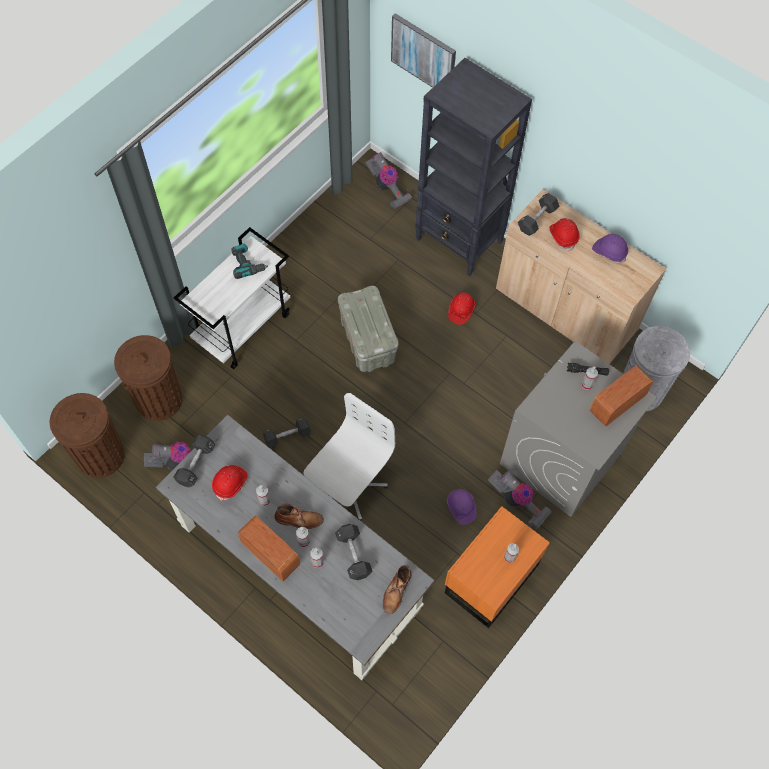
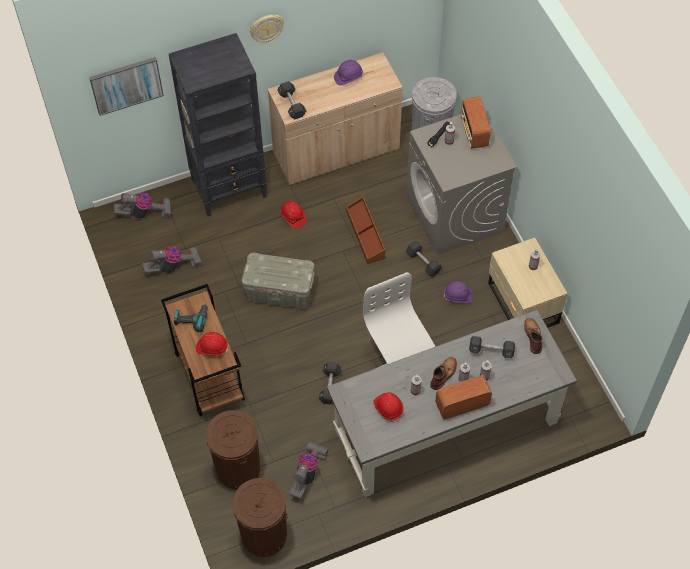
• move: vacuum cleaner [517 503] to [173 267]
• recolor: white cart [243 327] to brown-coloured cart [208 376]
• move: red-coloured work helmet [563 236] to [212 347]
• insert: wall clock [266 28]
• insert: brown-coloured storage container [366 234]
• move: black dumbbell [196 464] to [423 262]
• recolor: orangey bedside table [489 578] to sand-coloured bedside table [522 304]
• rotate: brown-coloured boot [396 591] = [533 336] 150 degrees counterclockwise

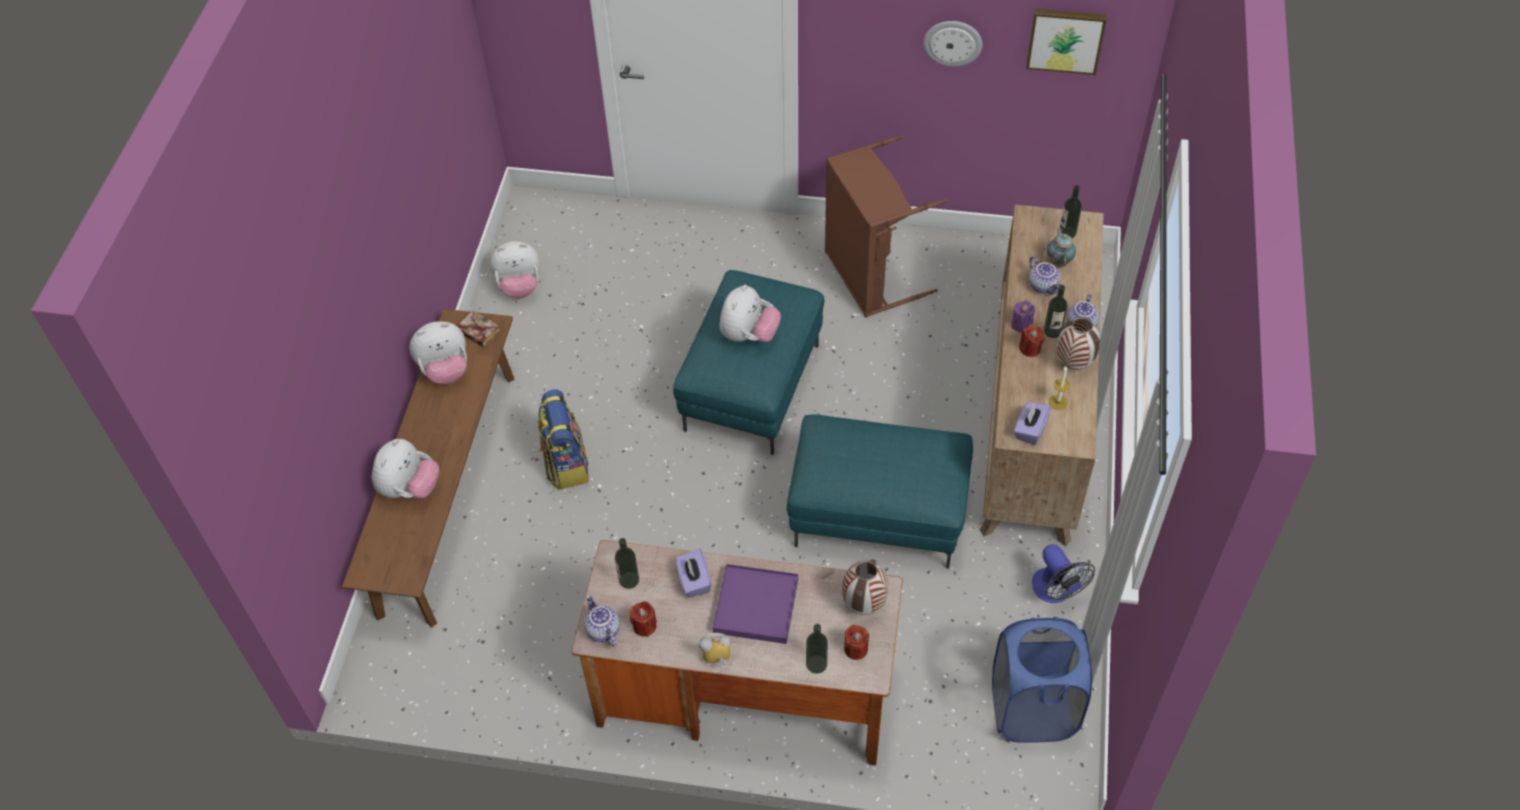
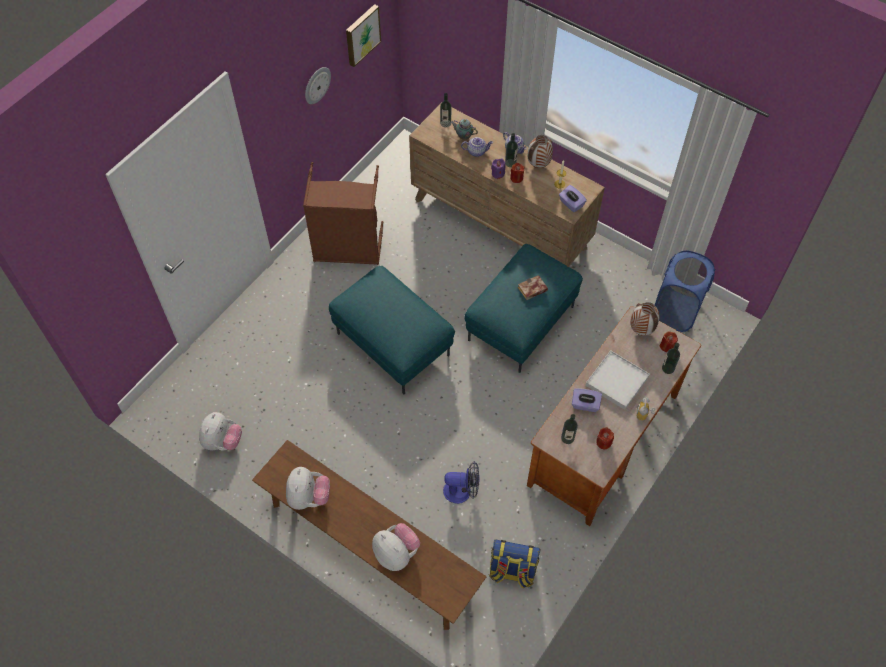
• move: electric fan [1056 591] to [462 491]
• move: knapsack [565 463] to [511 572]
• move: book [477 332] to [531 290]
• recolor: purple-coloured serving tray [755 606] to white serving tray [616 381]
• delete: pot for tea [602 630]
• delete: plush toy [749 335]

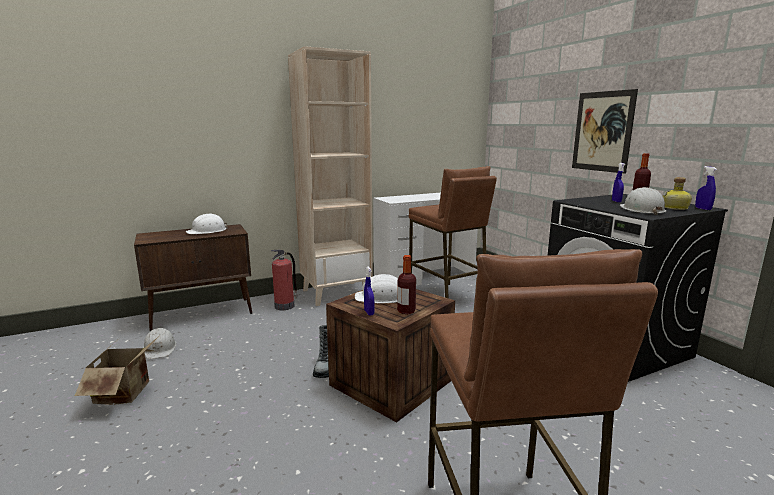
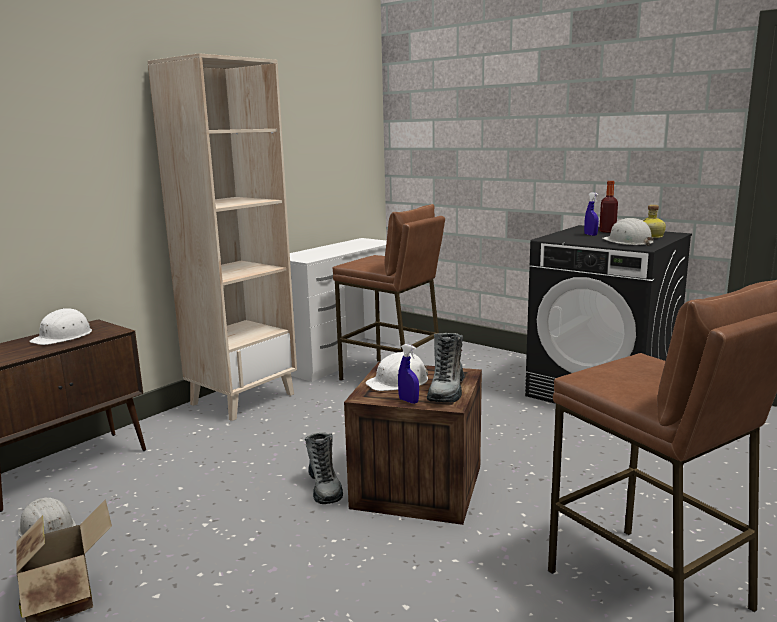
• replace: drink bottle [406 311] to boot [446 391]
• delete: extinguisher [285 306]
• delete: picture [602 131]
• delete: bluish hand sprayer [703 209]

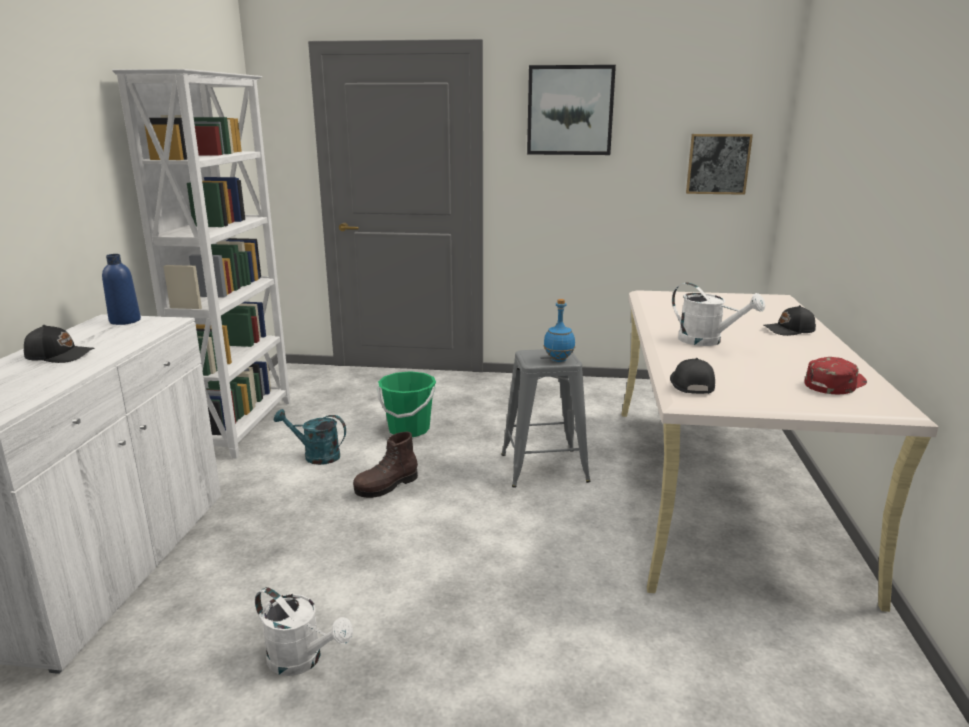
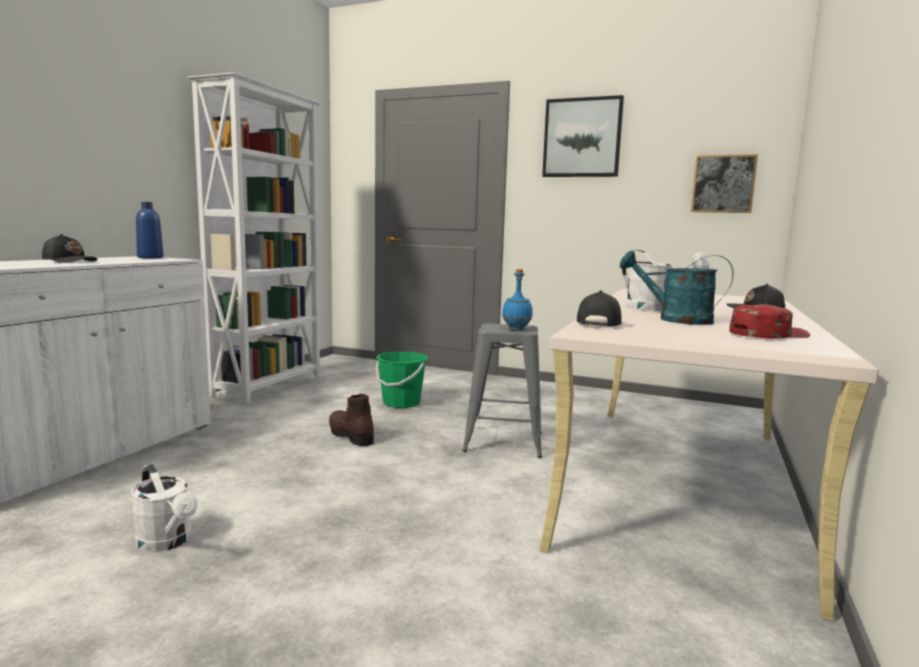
• rotate: brown-coloured boot [386 486] = [350 436] 75 degrees clockwise
• move: blue-green watering can [316 456] to [675 319]

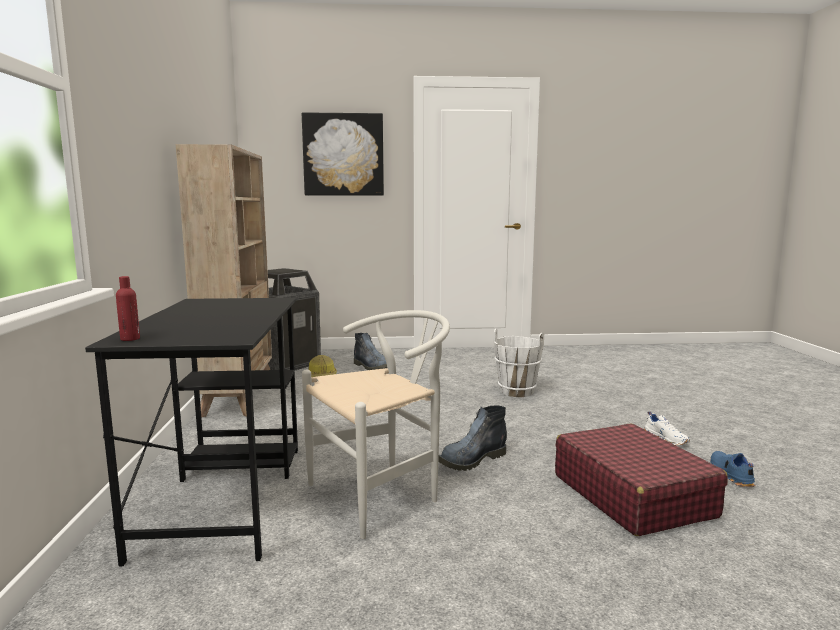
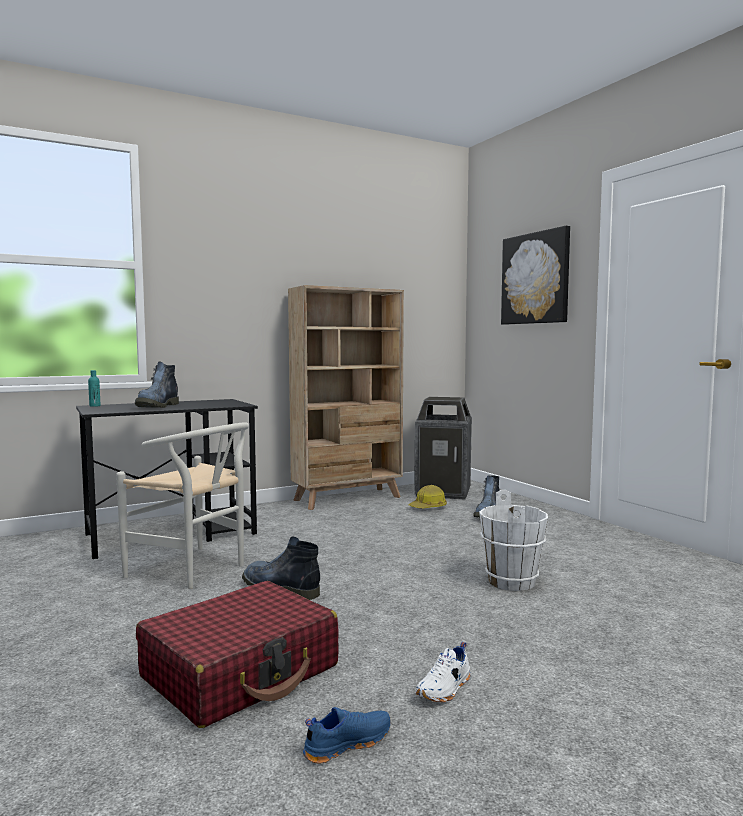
• recolor: red-coloured drink bottle [130 339] to blue-green drink bottle [95 406]
• insert: boot [157 406]

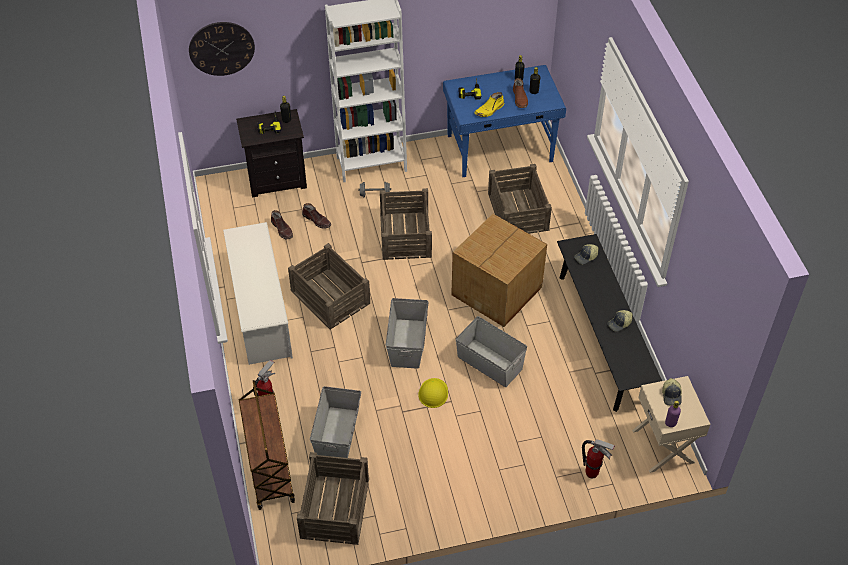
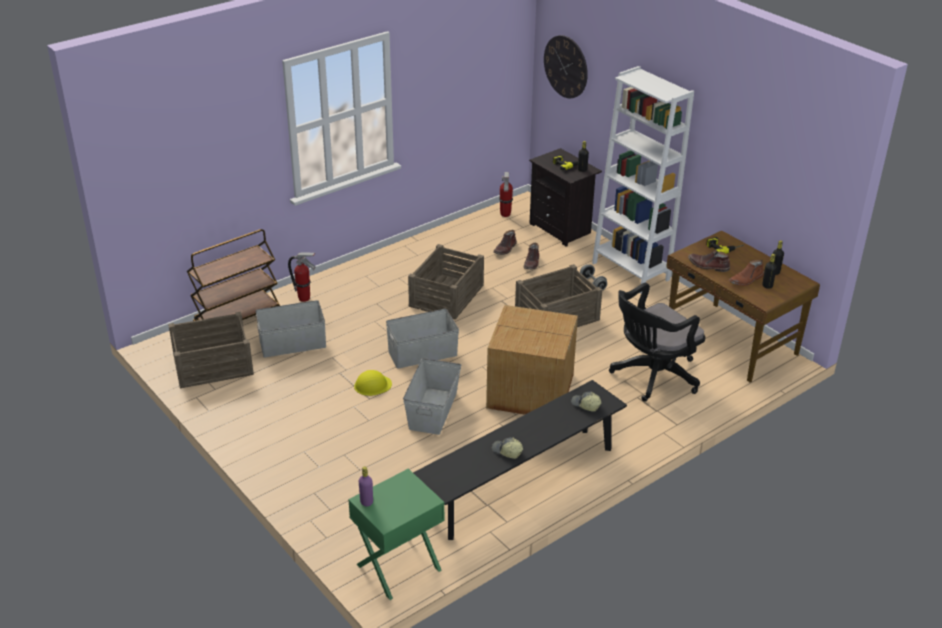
• recolor: sand-coloured bedside table [664 446] to green-coloured bedside table [399 568]
• move: extinguisher [592 473] to [505 214]
• replace: crate [517 212] to black office chair [652 377]
• recolor: bluish desk unit [500 149] to brown-coloured desk unit [731 342]
• recolor: yellowish boot [489 110] to brown-coloured boot [708 266]
• delete: white shoe rack [260 312]
• delete: cap [672 395]

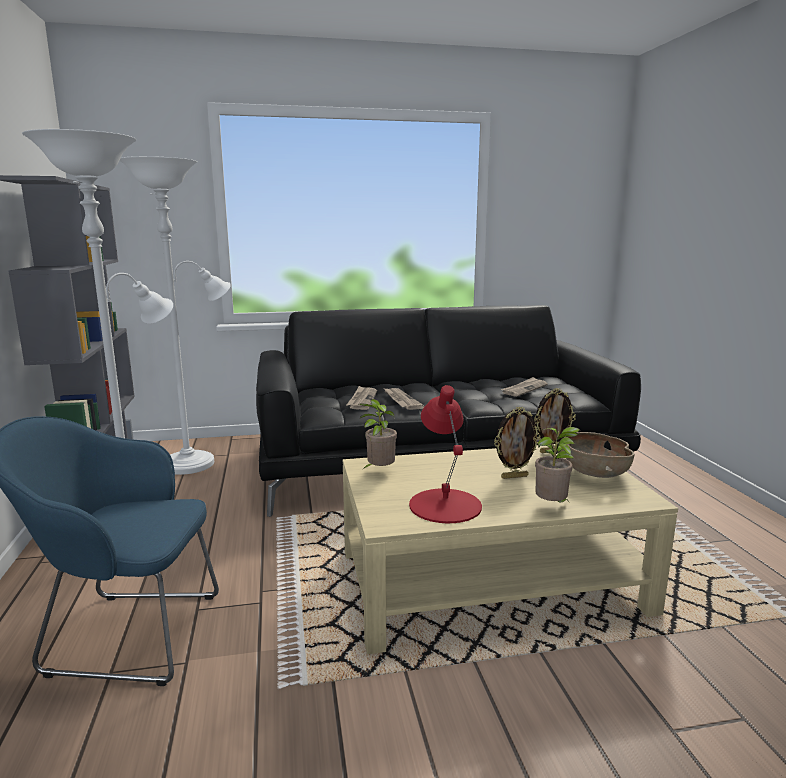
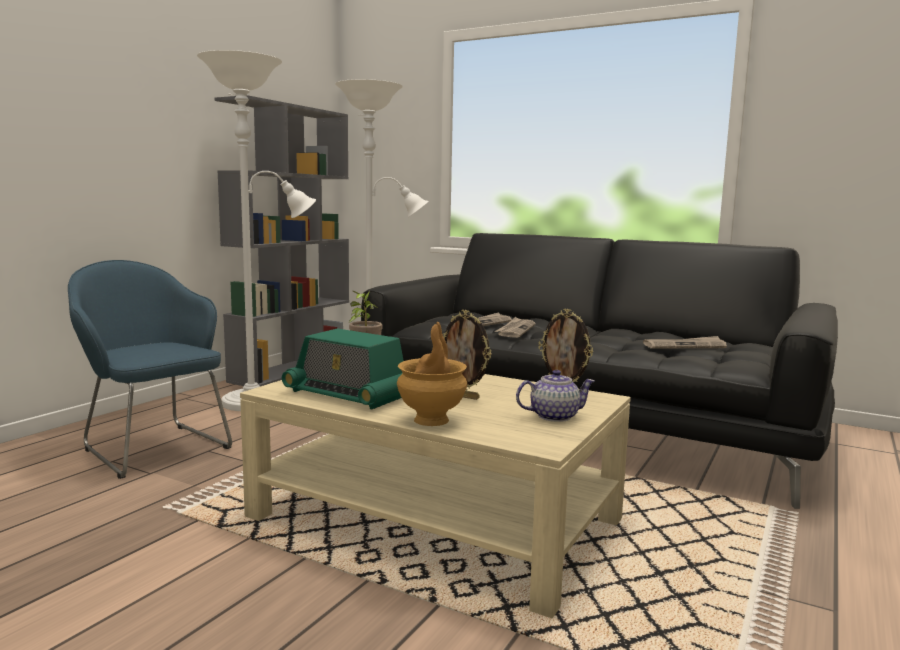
• replace: red-coloured lamp for a table [445 505] to radio set [348 394]
• replace: potted plant [552 506] to brown-coloured decorative vase [431 420]
• replace: brown-coloured serving bowl [594 474] to pot for tea [553 416]

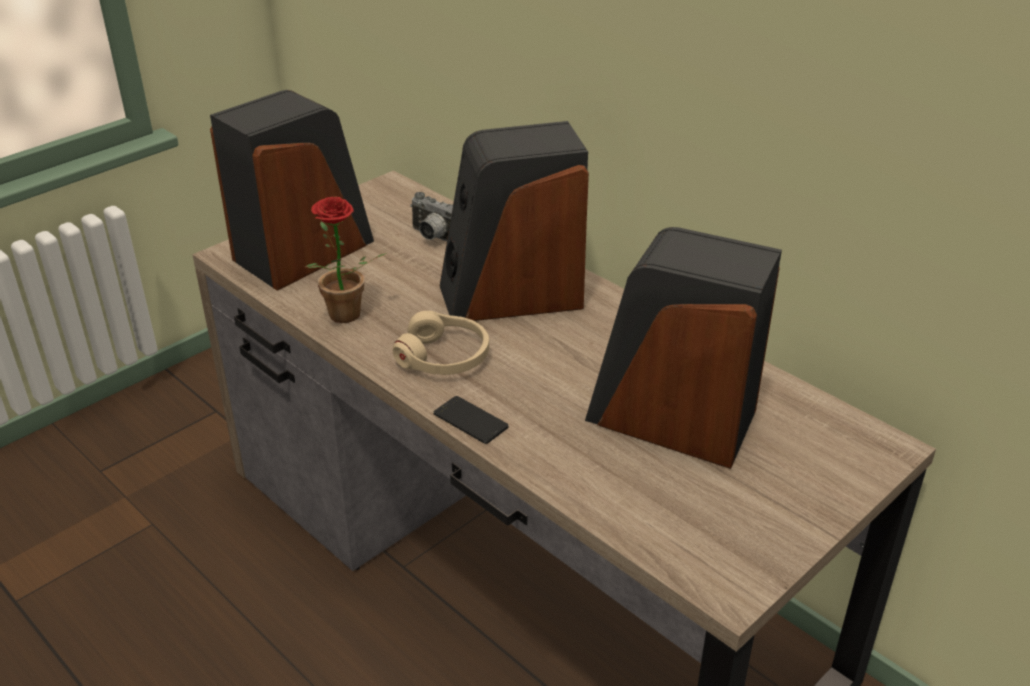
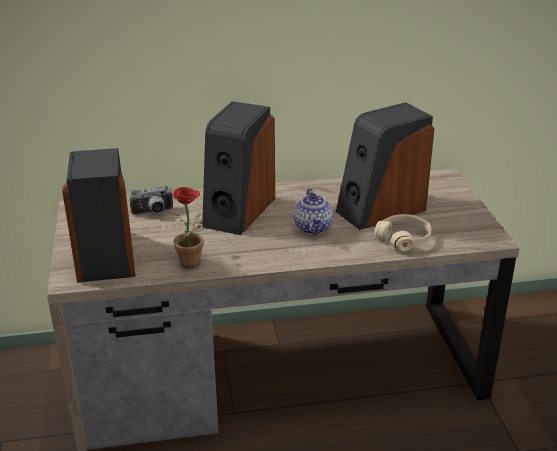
• insert: pot for tea [314 228]
• move: sand-coloured headset [444 357] to [404 238]
• delete: handset [470 420]

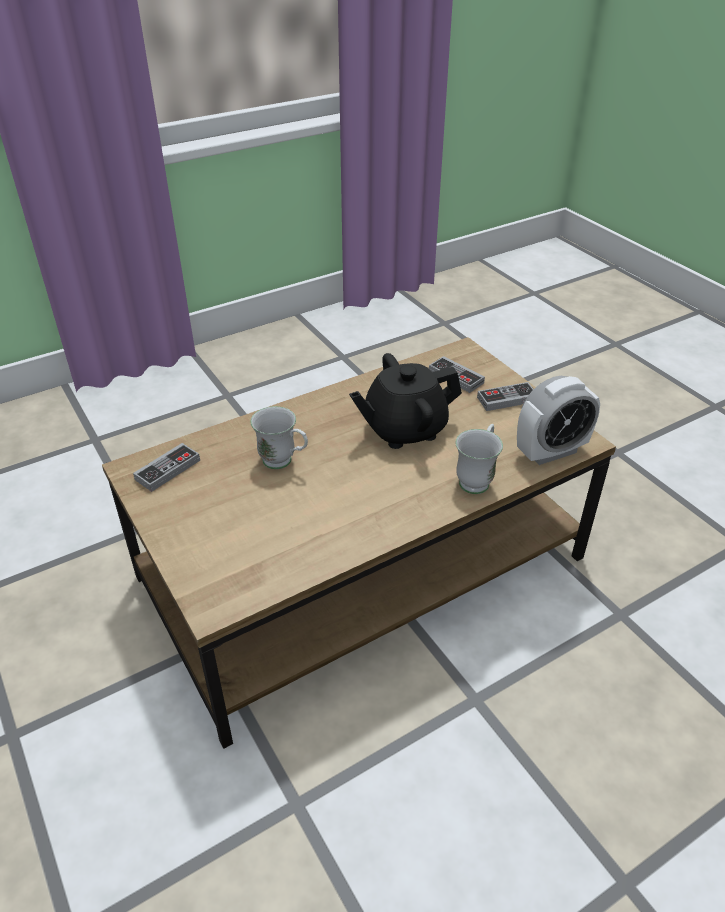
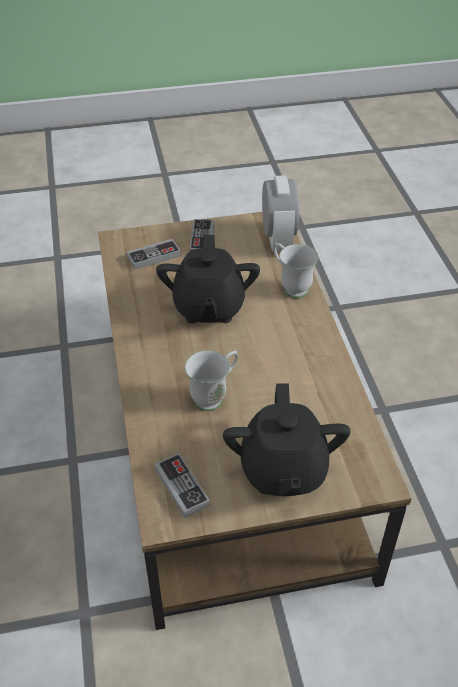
• insert: black pot for tea [283 470]

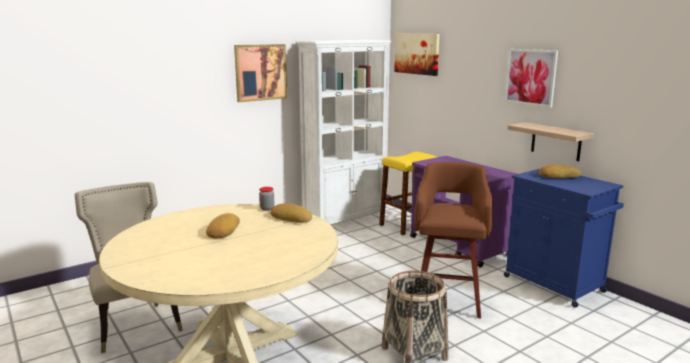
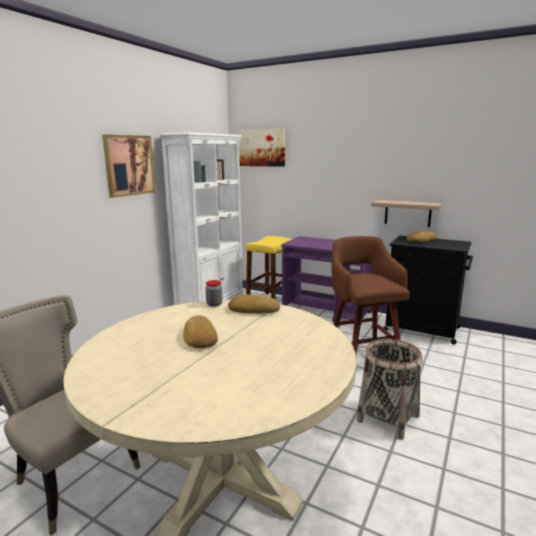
• recolor: bluish cabinet [555 285] to black cabinet [423 329]
• delete: picture [530 77]

